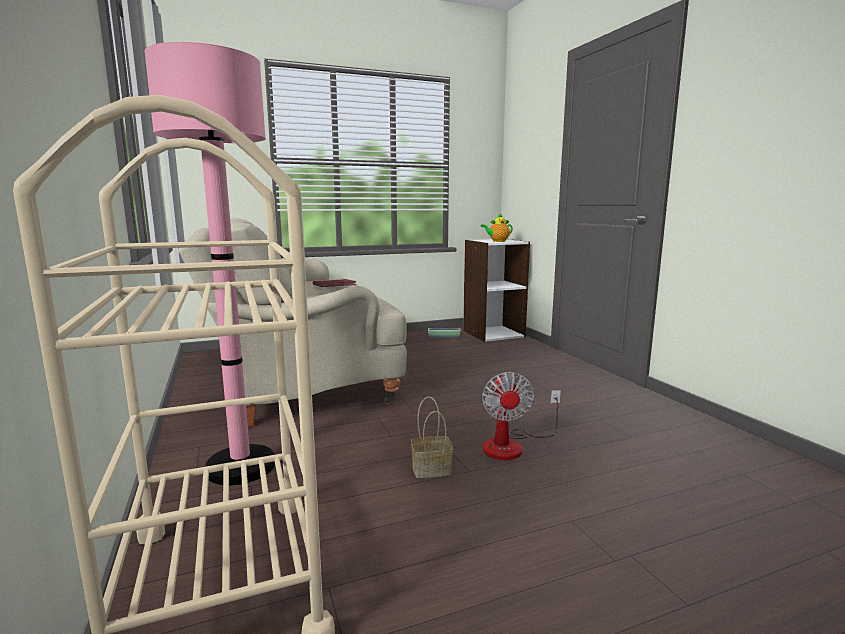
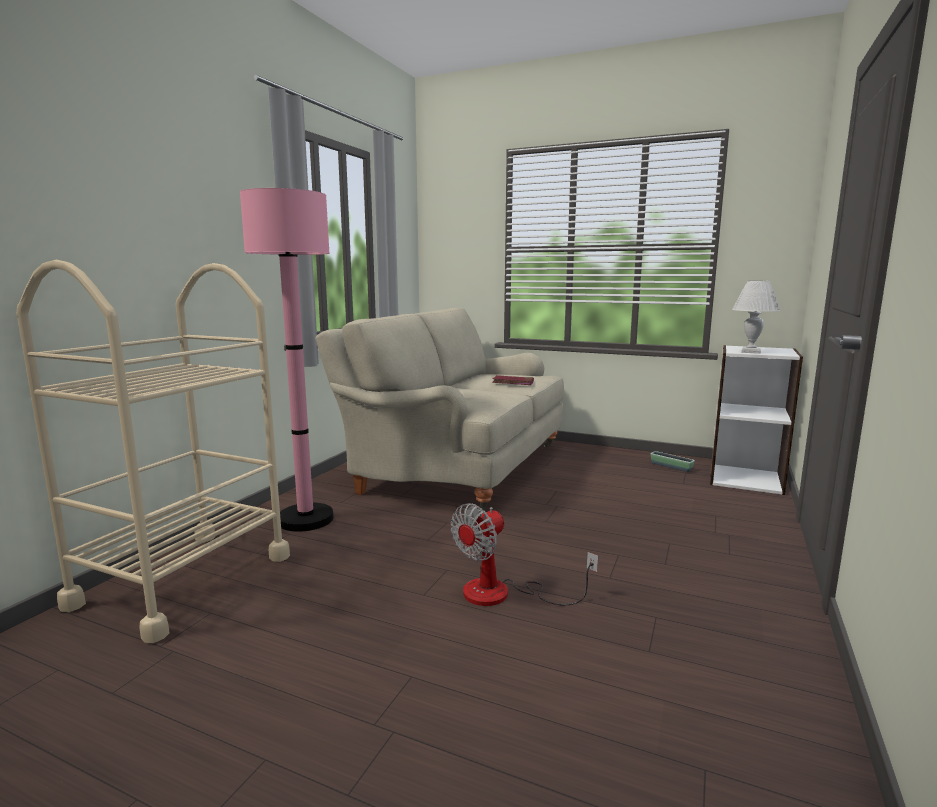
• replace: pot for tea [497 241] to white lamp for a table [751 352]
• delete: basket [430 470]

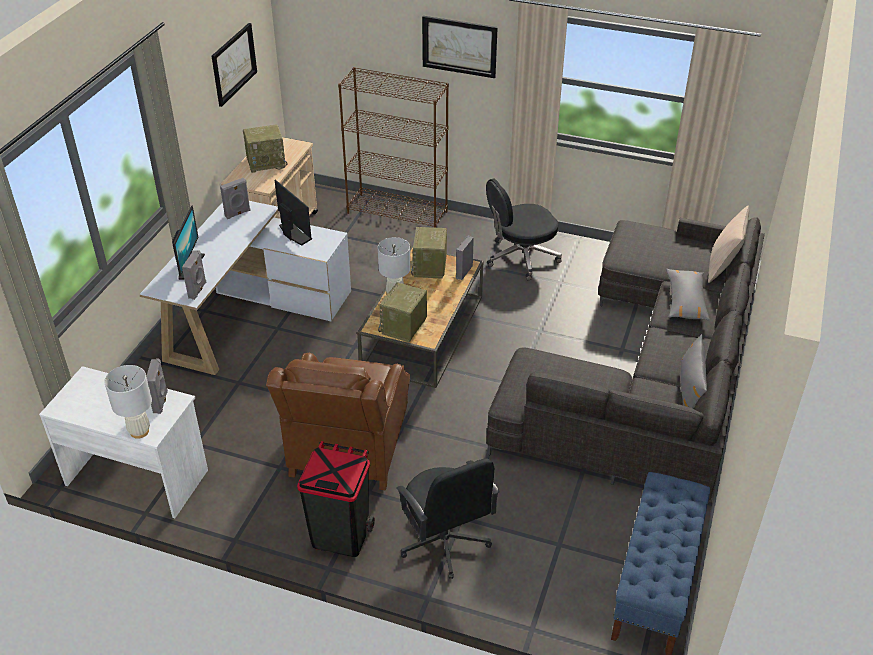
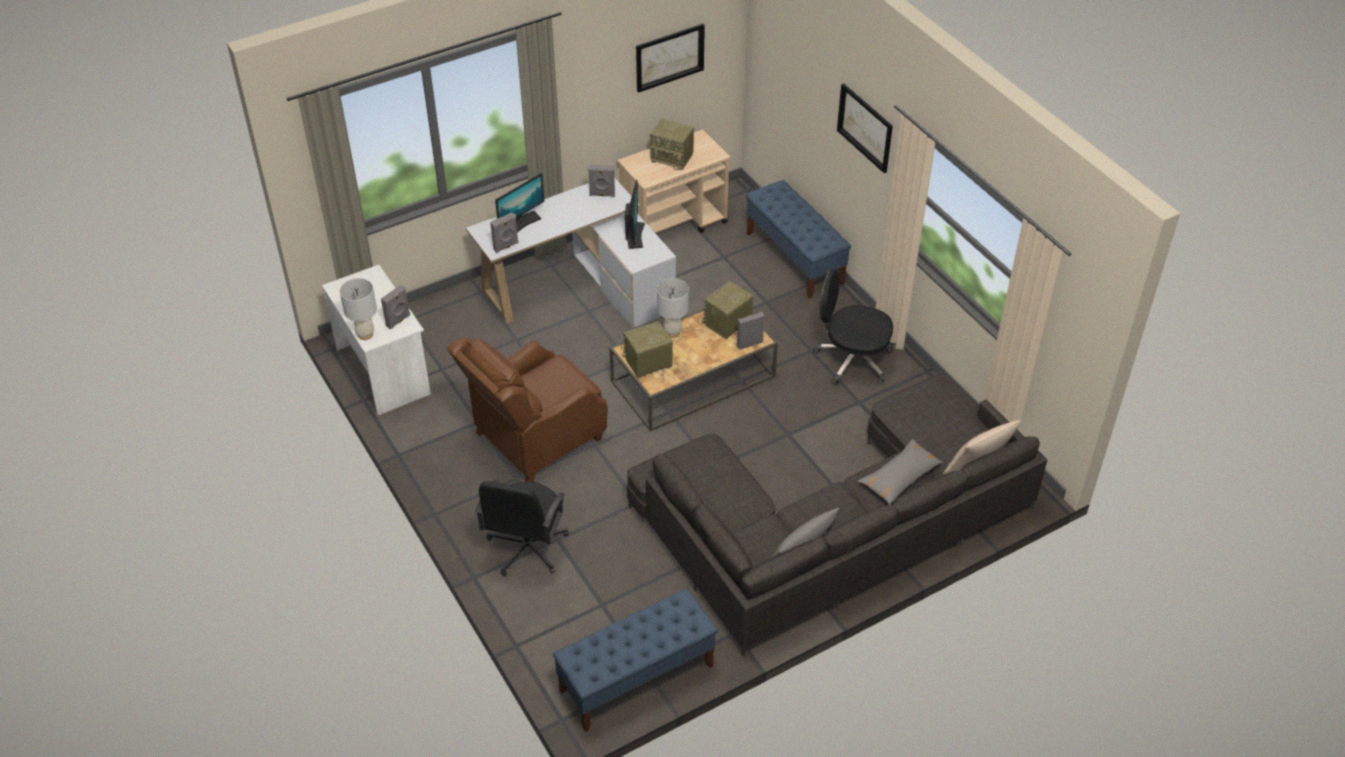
• replace: brown-coloured bookcase [398 212] to bluish long seat [795 258]
• delete: black trash can [340 536]

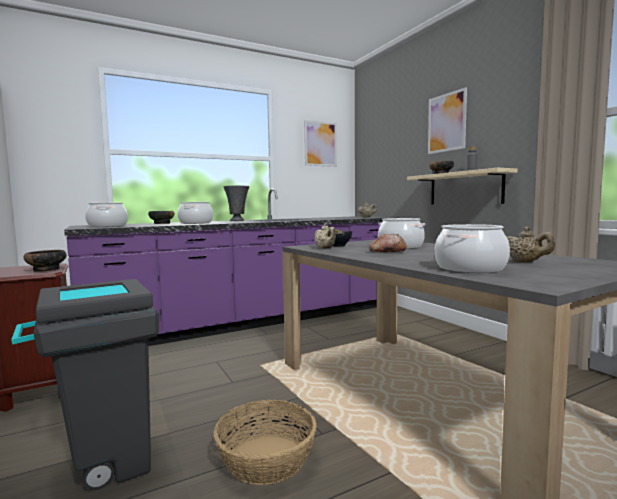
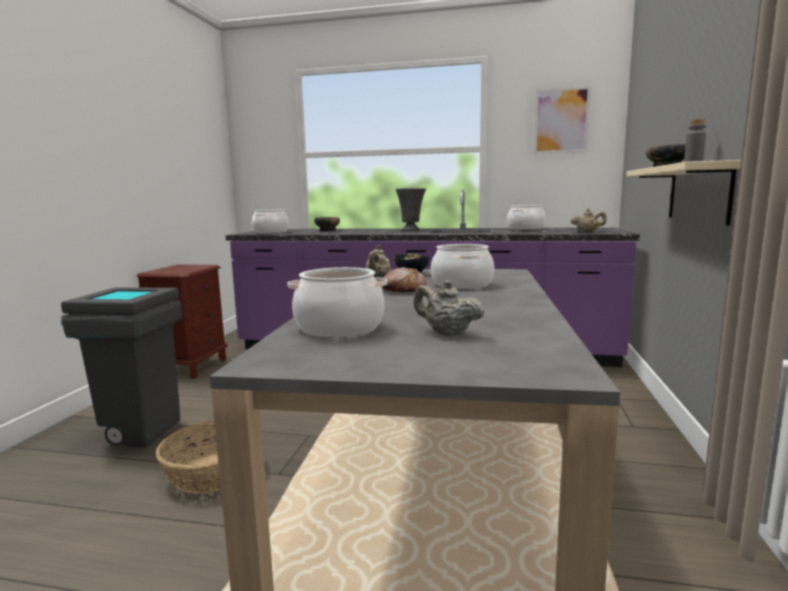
• rotate: sand-coloured pot for tea [525 262] = [447 333] 120 degrees clockwise
• move: saucepot [196 223] to [525 229]
• delete: serving bowl [46 270]
• delete: picture [446 122]

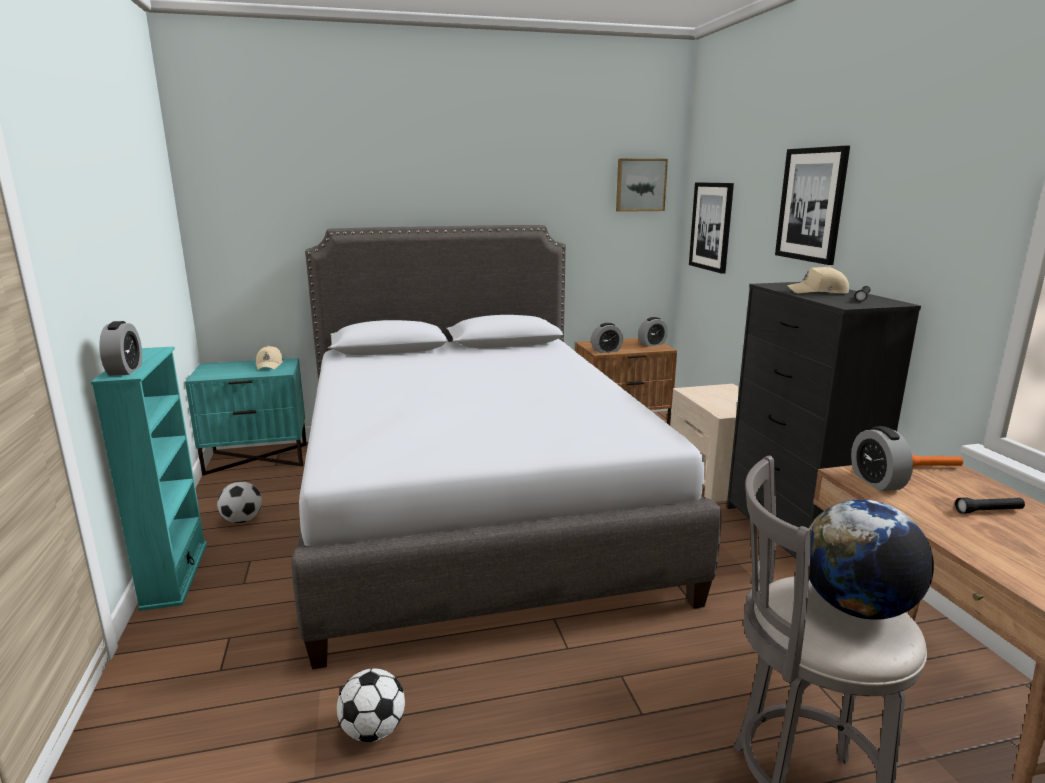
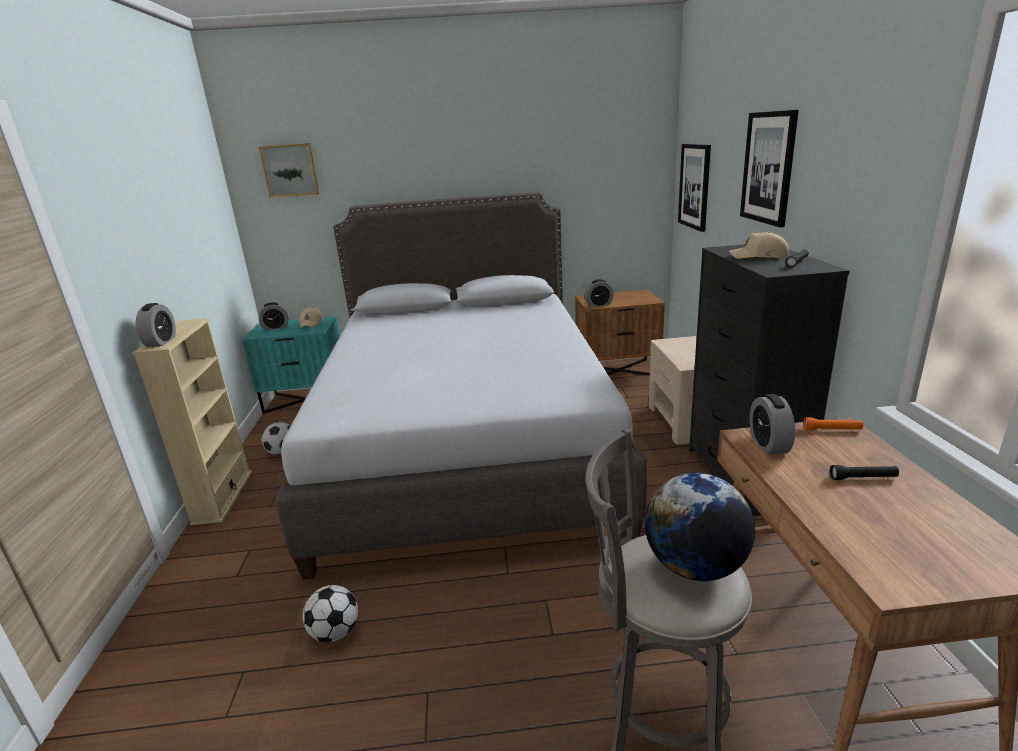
• recolor: blue-green bookcase [175 575] to sand-coloured bookcase [223 497]
• move: bedside clock [652 344] to [276 327]
• move: picture [640 185] to [290 170]

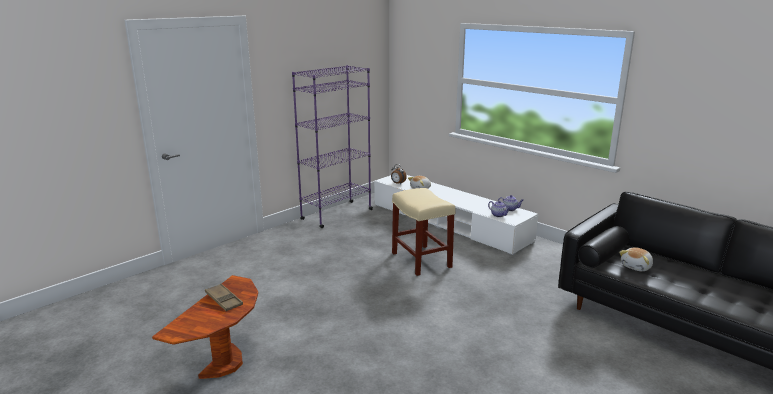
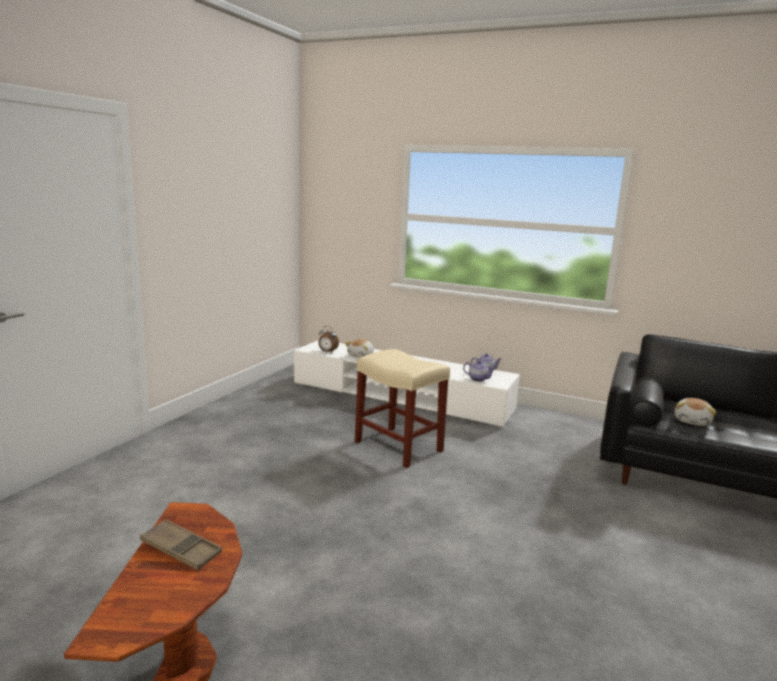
• delete: purple-coloured bookcase [336 214]

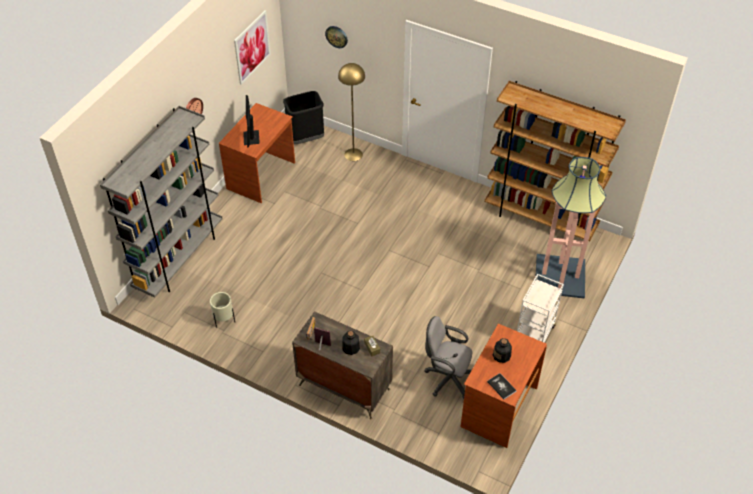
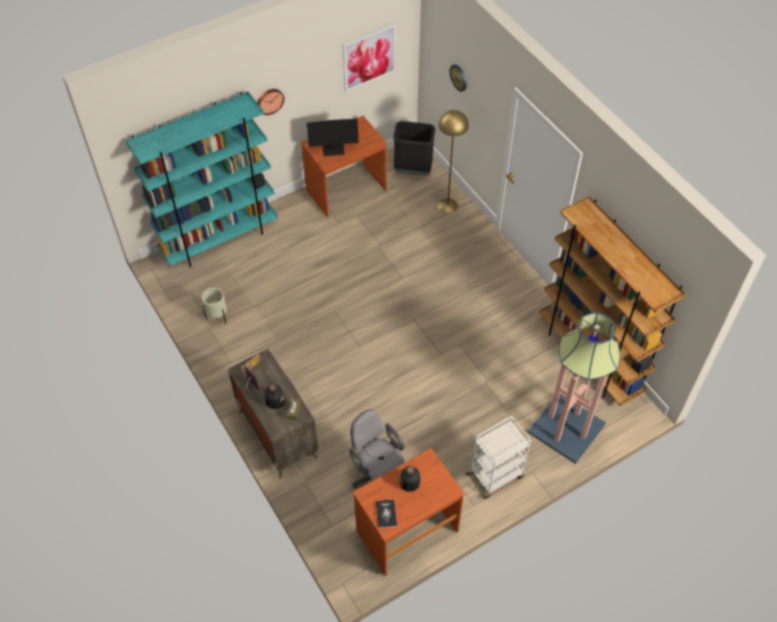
• recolor: greyish bookcase [179 259] to blue-green bookcase [220 239]
• rotate: computer display [251 138] = [333 149] 120 degrees counterclockwise

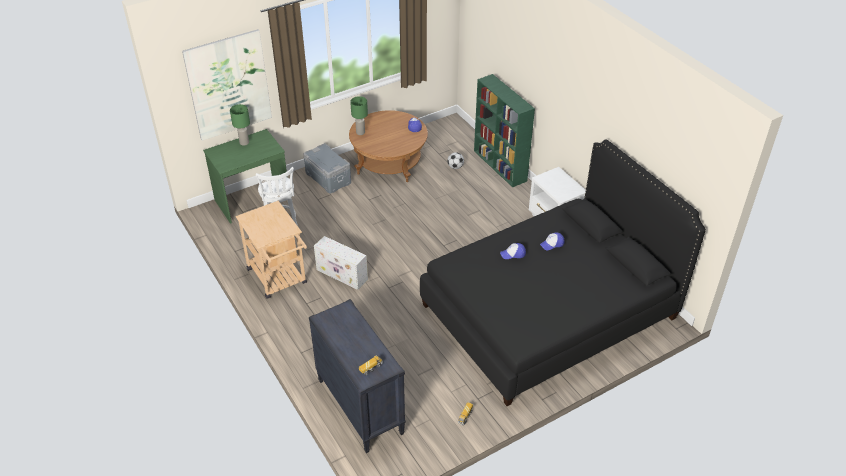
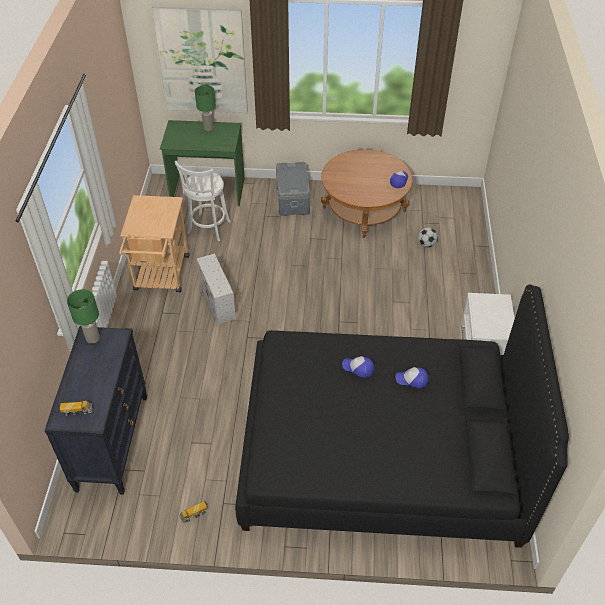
• move: green-coloured lamp for a table [360 132] to [93 338]
• delete: green-coloured bookcase [500 166]

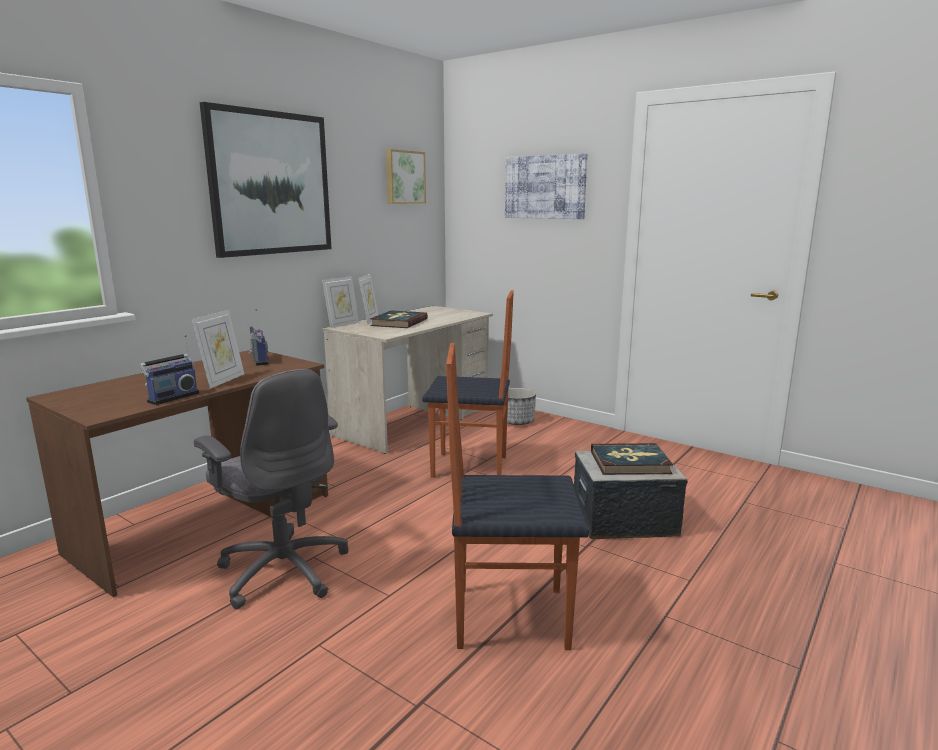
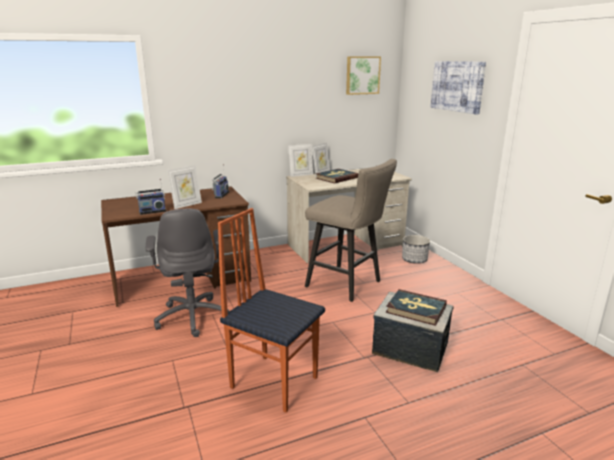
• replace: upright chair [470 467] to sand-coloured stool [348 285]
• delete: picture [270 183]

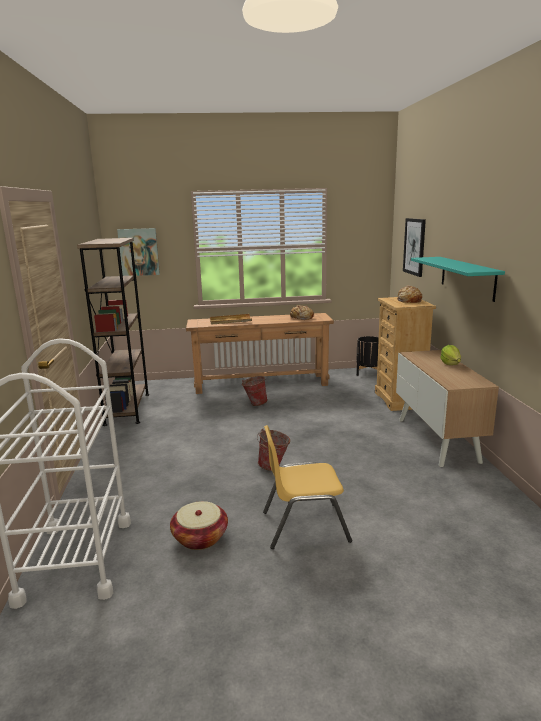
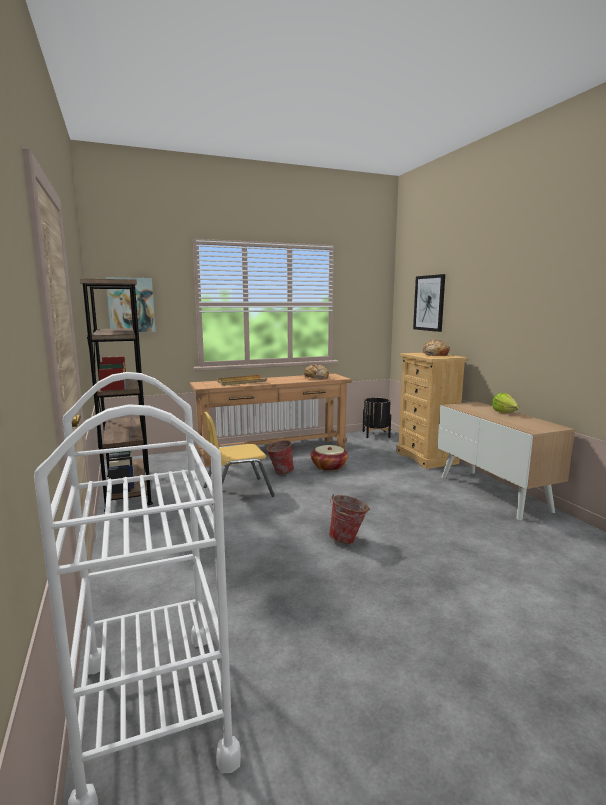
• move: yellowish upright chair [304 526] to [237 491]
• move: basket [200 537] to [329 466]
• delete: blue-green shelf [467 277]

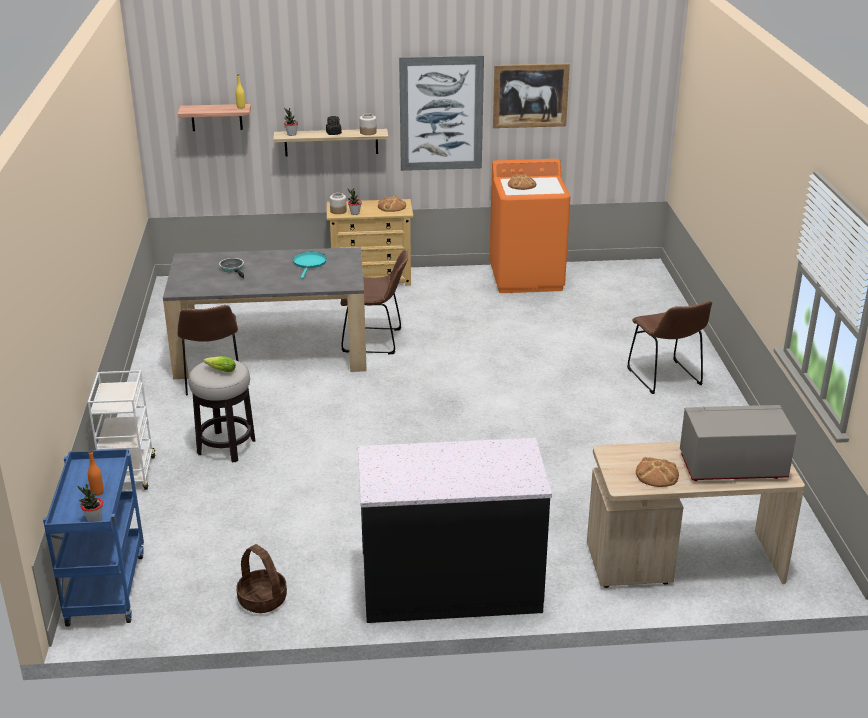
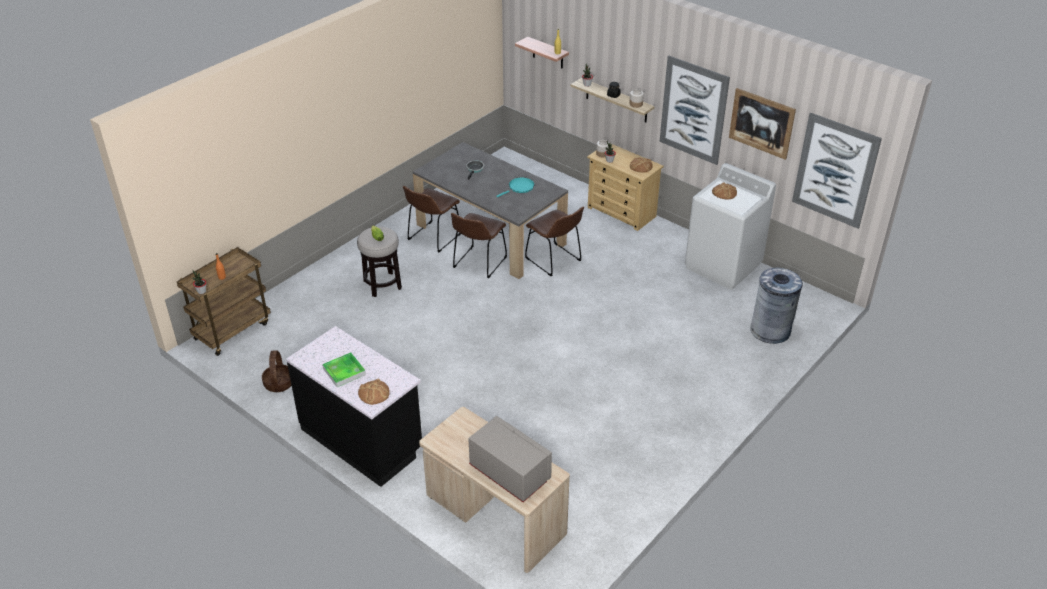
• recolor: bluish cart [105 587] to brown-coloured cart [232 330]
• insert: serving tray [344 371]
• move: bread [656 474] to [374 393]
• move: brown-coloured upright chair [666 379] to [478 264]
• recolor: orangey washing machine [526 278] to white washing machine [723 266]
• insert: greyish trash can [770 330]
• insert: picture [835 171]
• delete: white cart [129 475]

